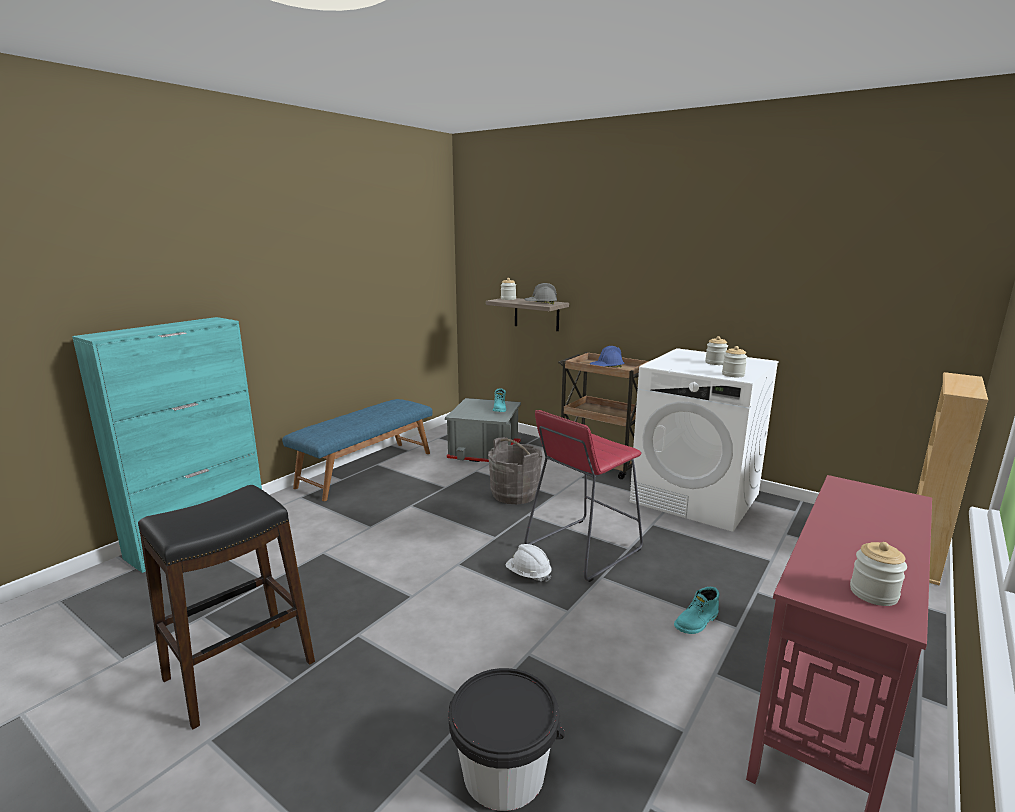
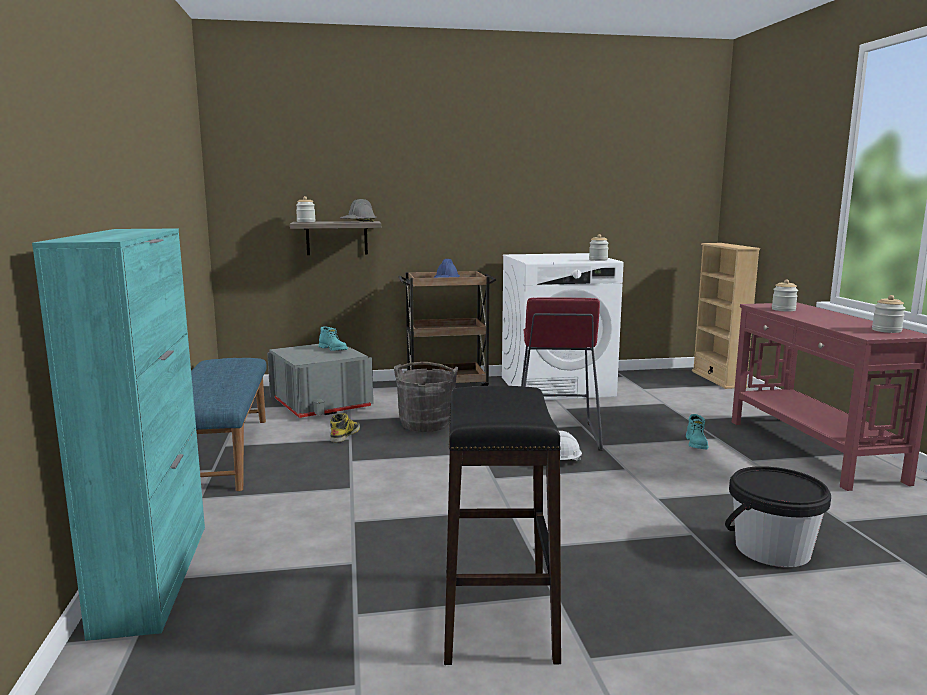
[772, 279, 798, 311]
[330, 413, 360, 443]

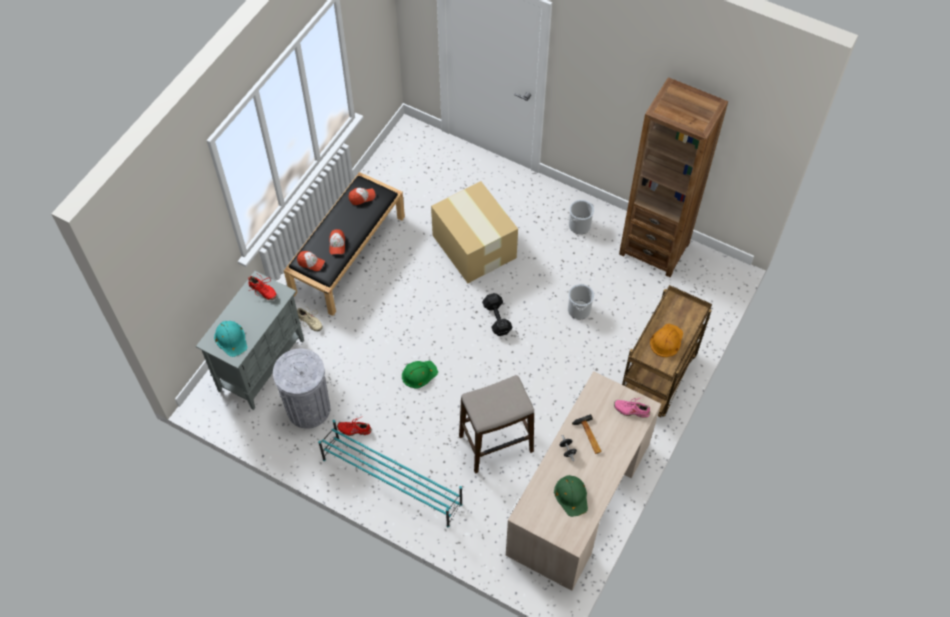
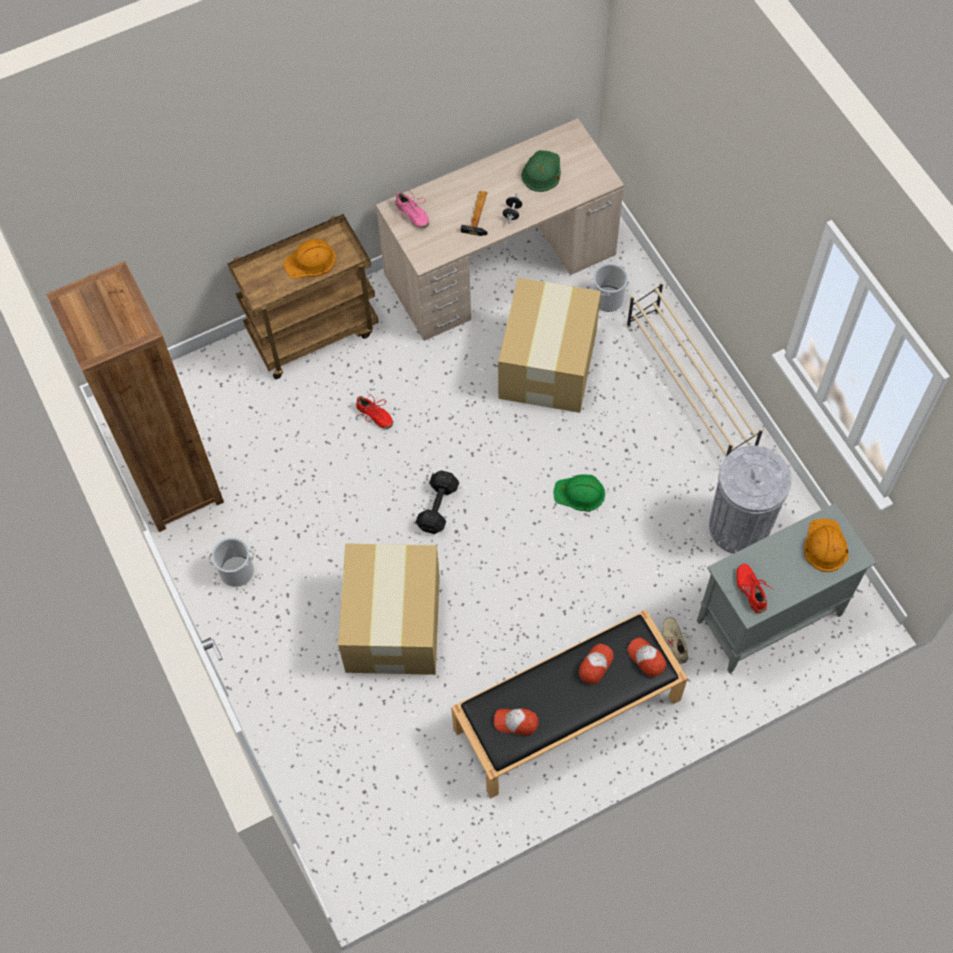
[804, 519, 849, 572]
[627, 281, 763, 457]
[356, 392, 393, 429]
[498, 278, 601, 413]
[593, 263, 628, 312]

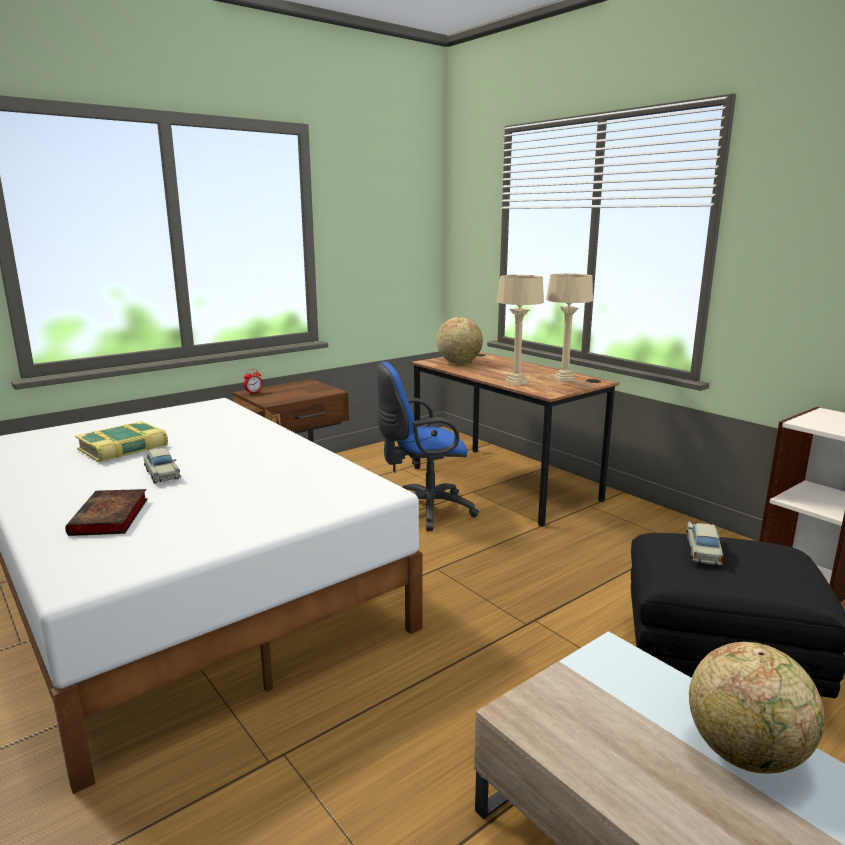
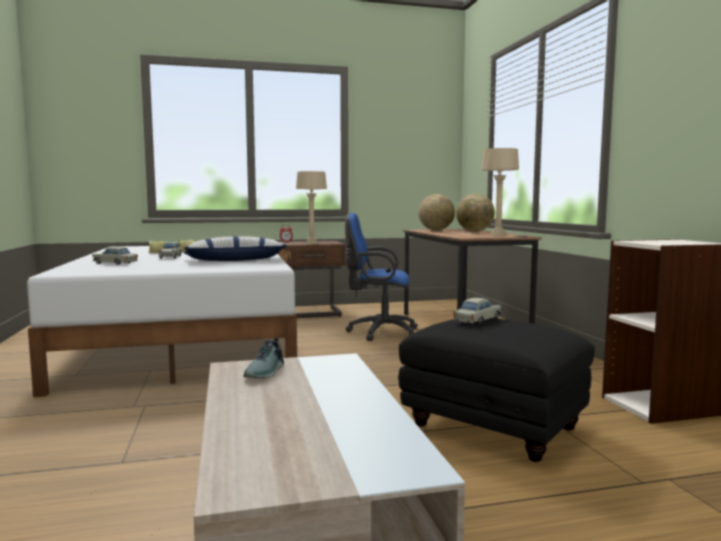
[92, 247, 138, 265]
[296, 171, 327, 244]
[456, 194, 495, 232]
[184, 236, 287, 261]
[243, 337, 284, 378]

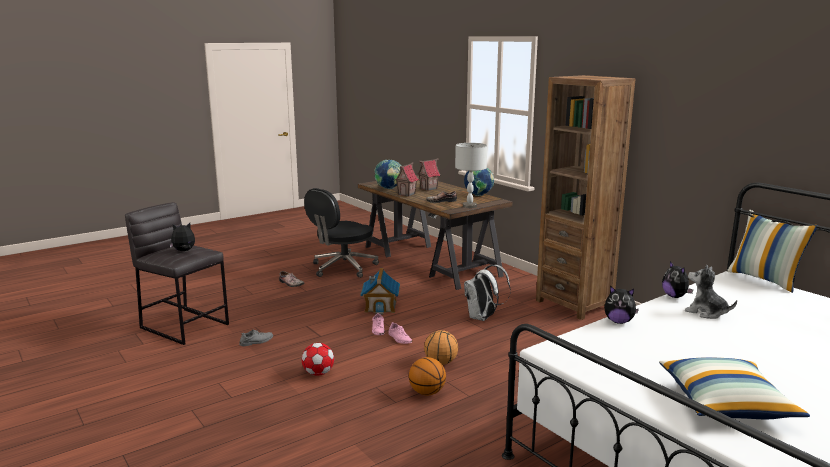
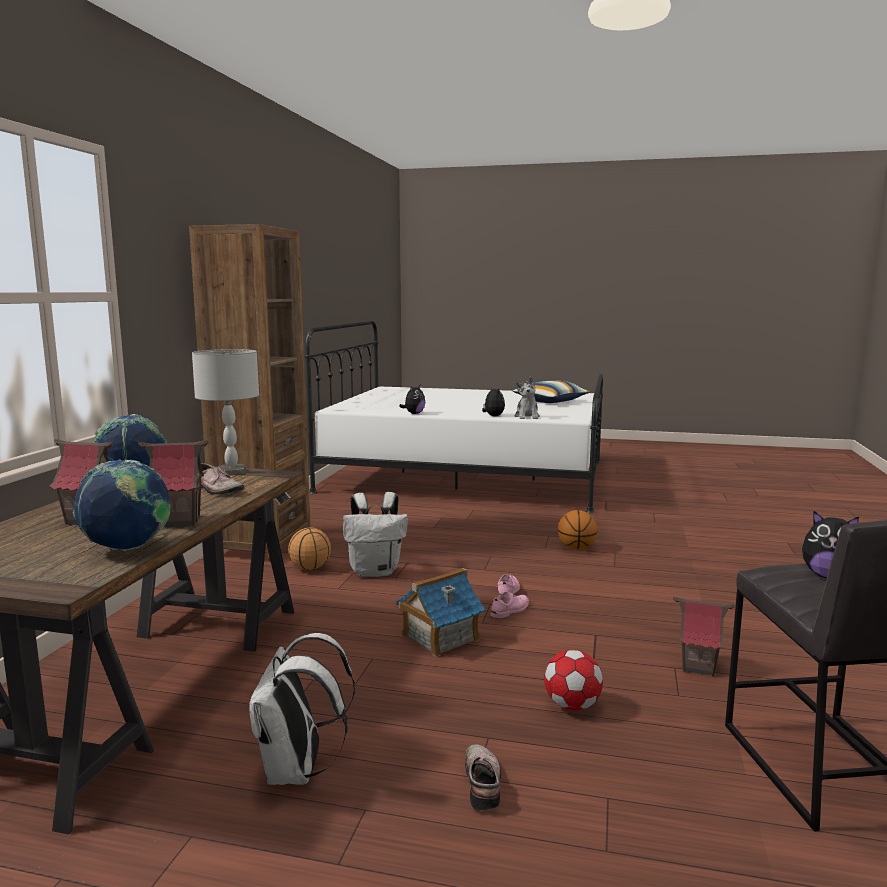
[673, 597, 735, 676]
[544, 650, 603, 711]
[249, 633, 355, 785]
[288, 527, 331, 570]
[514, 377, 540, 419]
[727, 210, 819, 293] (first image)

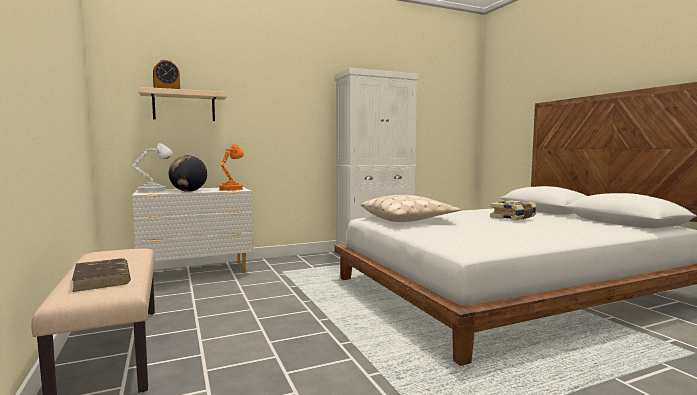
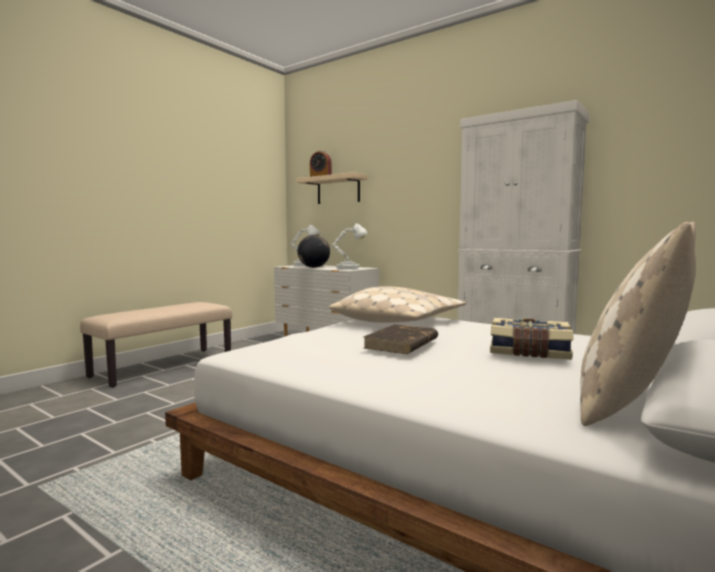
[363, 324, 438, 354]
[332, 224, 367, 270]
[580, 222, 696, 426]

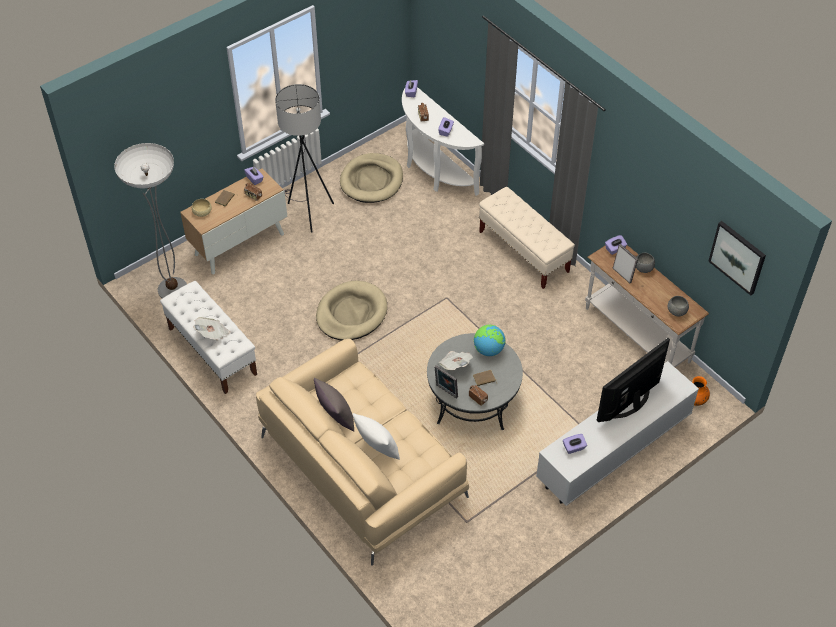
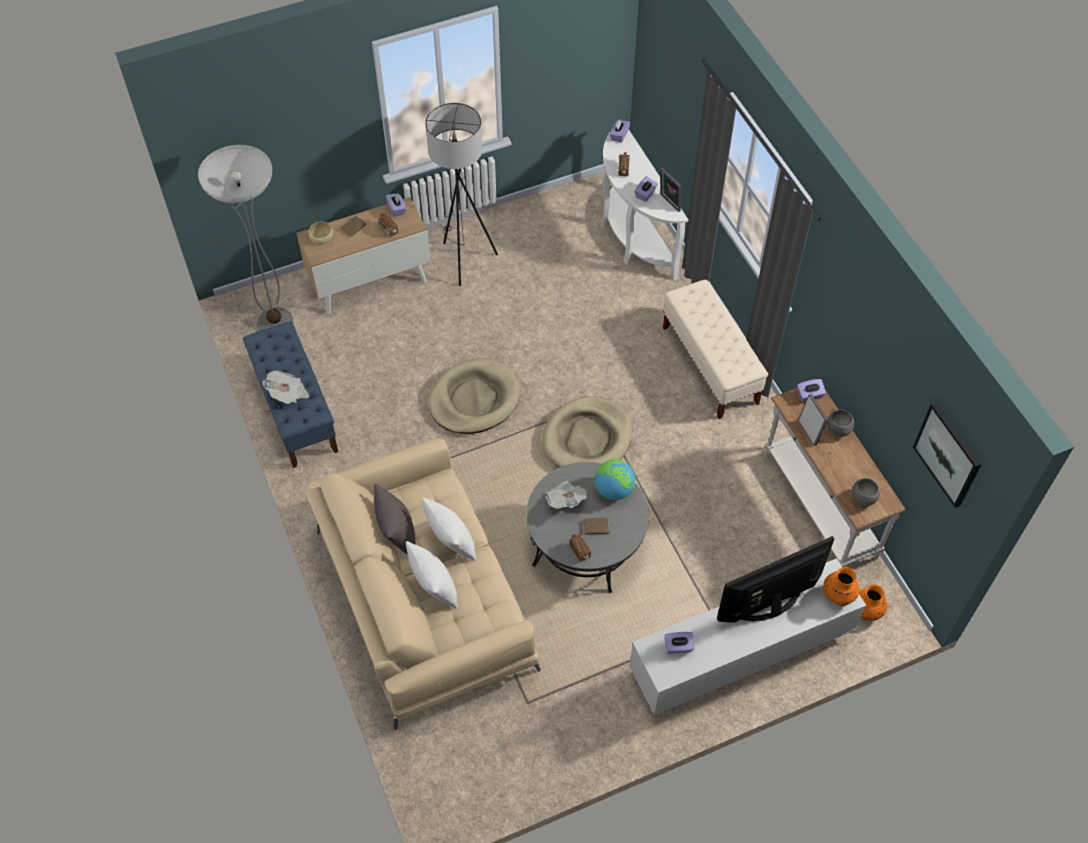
[243, 322, 338, 468]
[542, 396, 632, 468]
[660, 168, 681, 212]
[422, 498, 476, 561]
[823, 567, 859, 606]

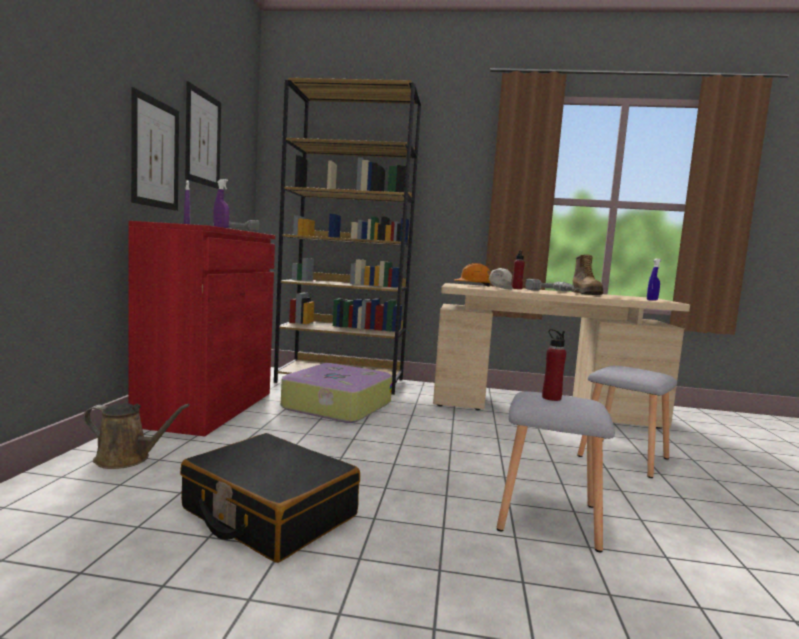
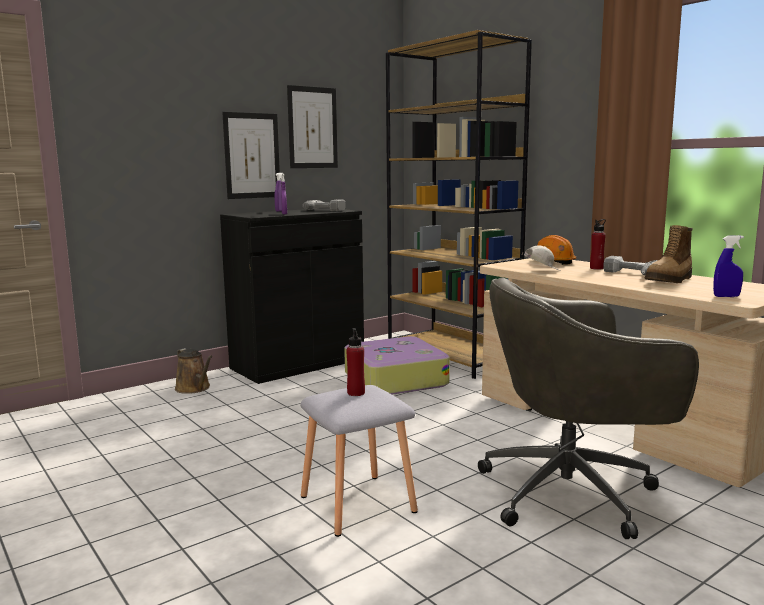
[220, 208, 364, 384]
[180, 433, 360, 563] (first image)
[478, 278, 699, 539]

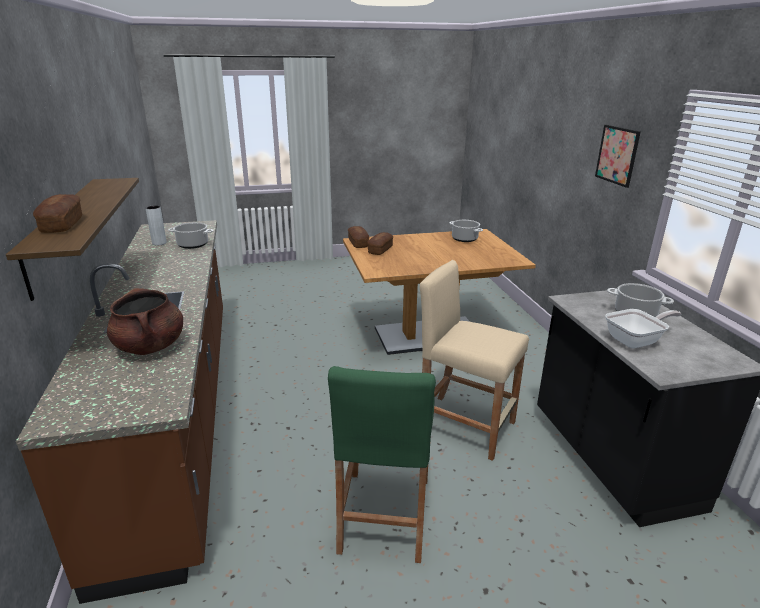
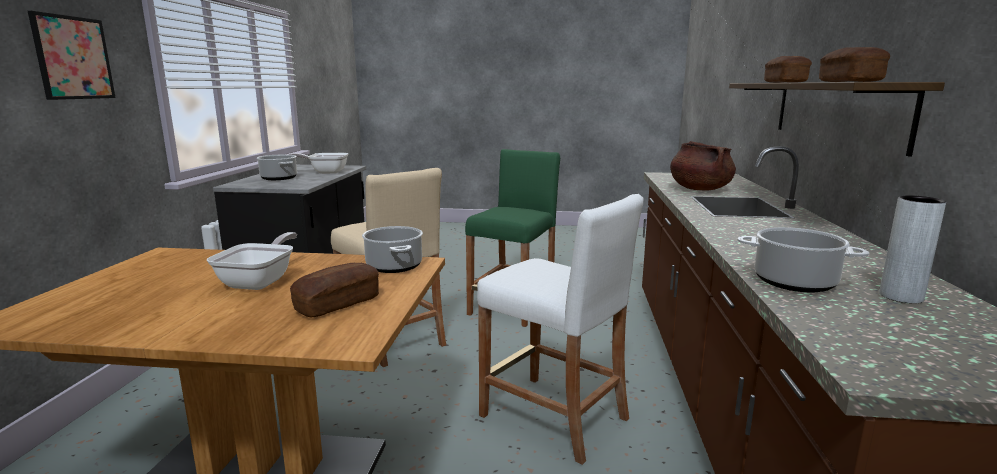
[819, 47, 890, 82]
[362, 226, 423, 273]
[207, 232, 297, 290]
[477, 194, 643, 465]

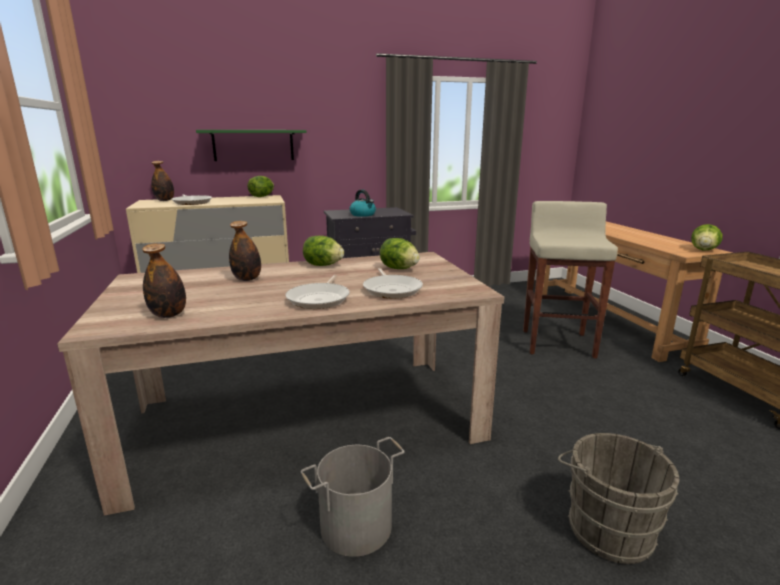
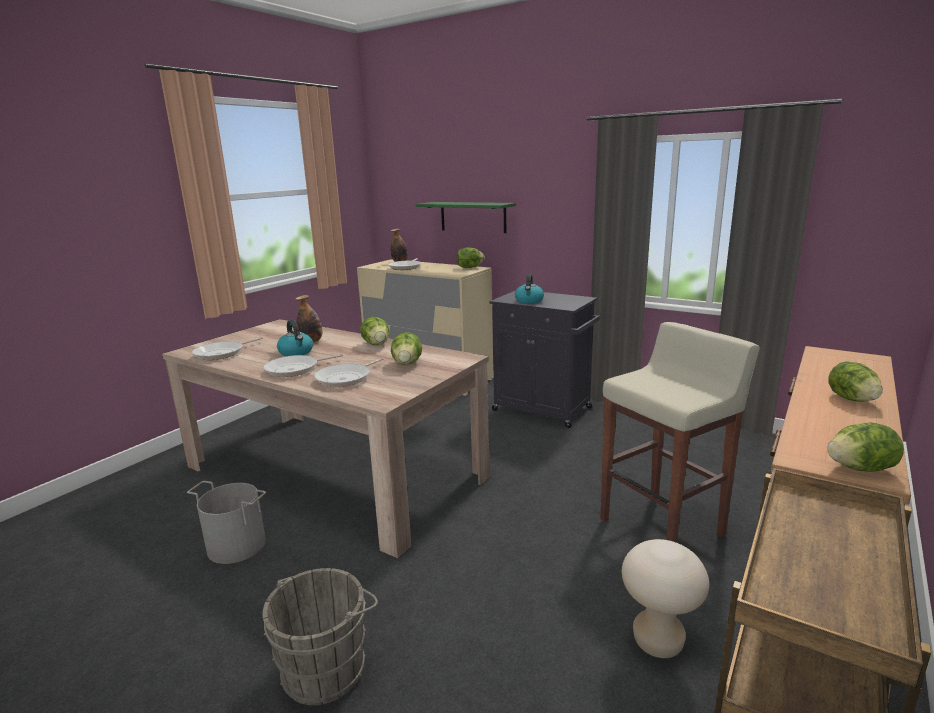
[192, 337, 263, 360]
[277, 320, 313, 356]
[622, 539, 709, 658]
[828, 361, 883, 402]

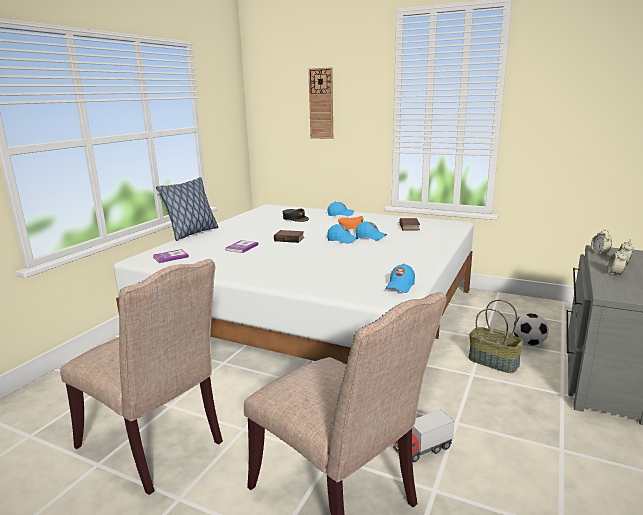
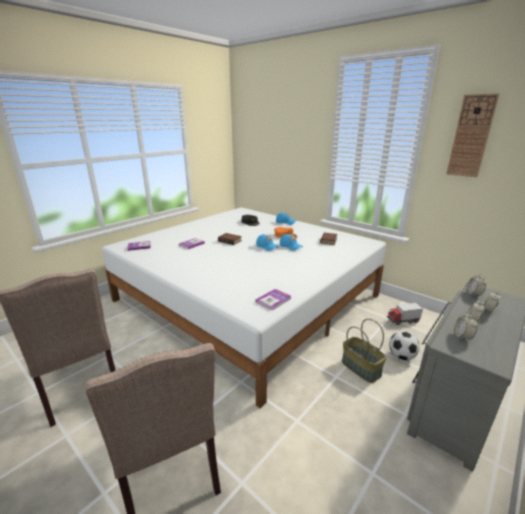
[156, 177, 219, 241] (first image)
[447, 94, 499, 177]
[256, 289, 291, 310]
[387, 303, 423, 325]
[455, 312, 478, 340]

